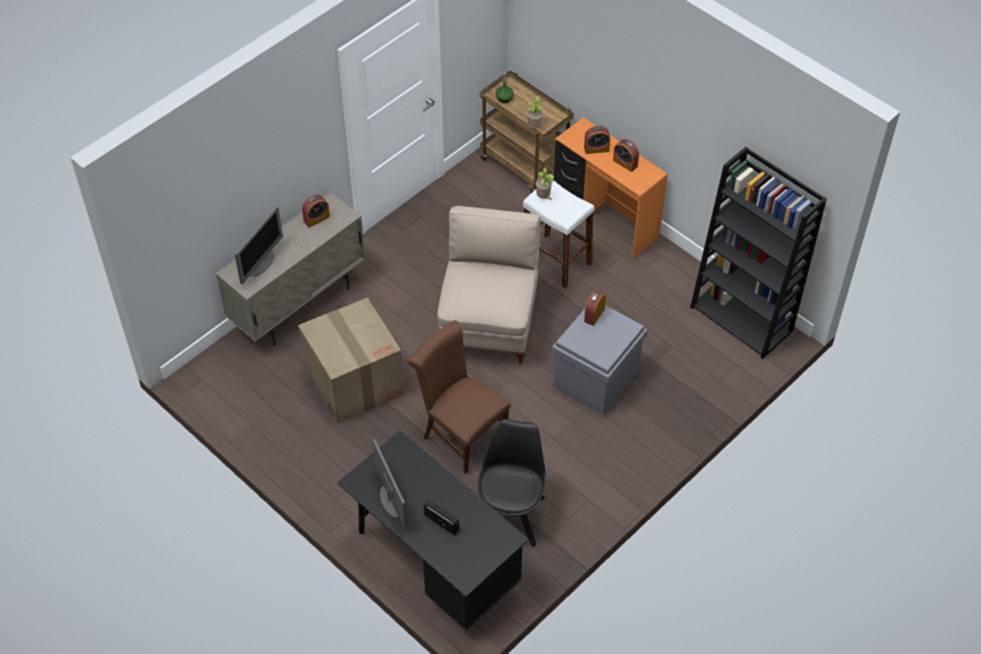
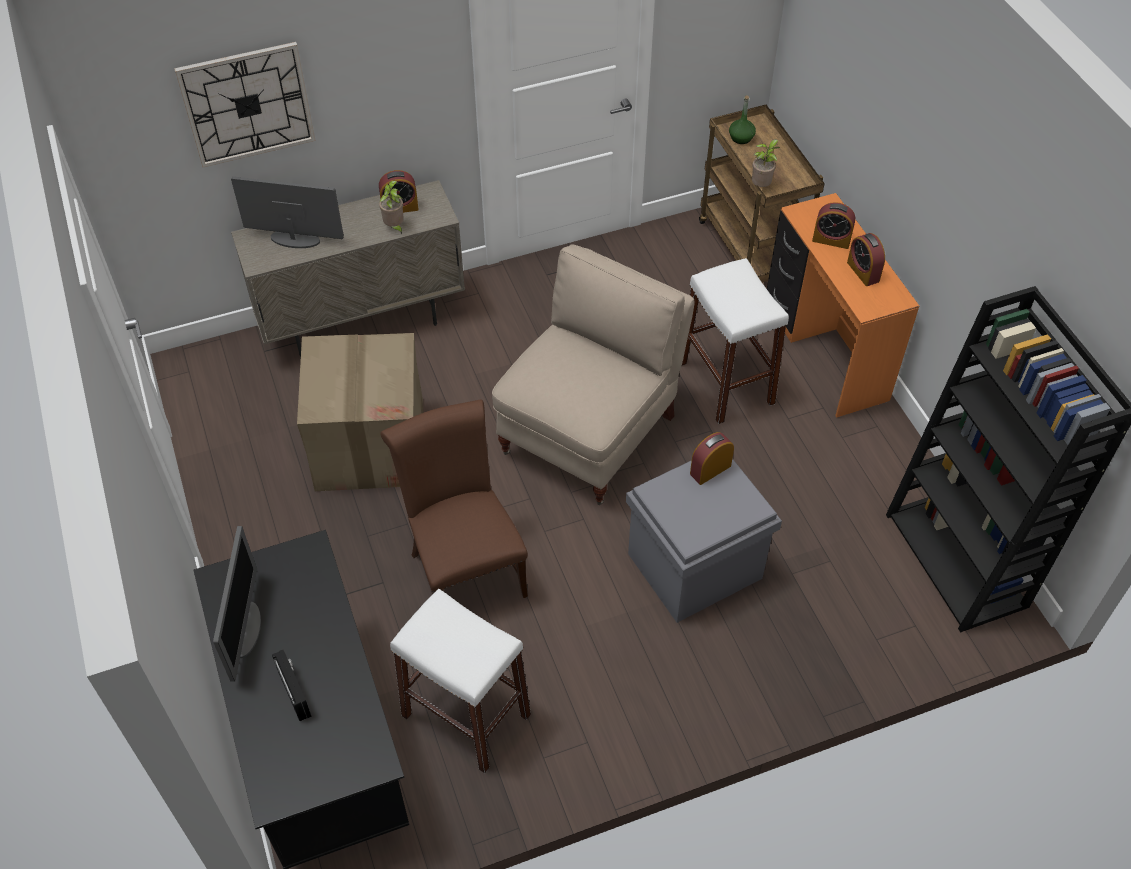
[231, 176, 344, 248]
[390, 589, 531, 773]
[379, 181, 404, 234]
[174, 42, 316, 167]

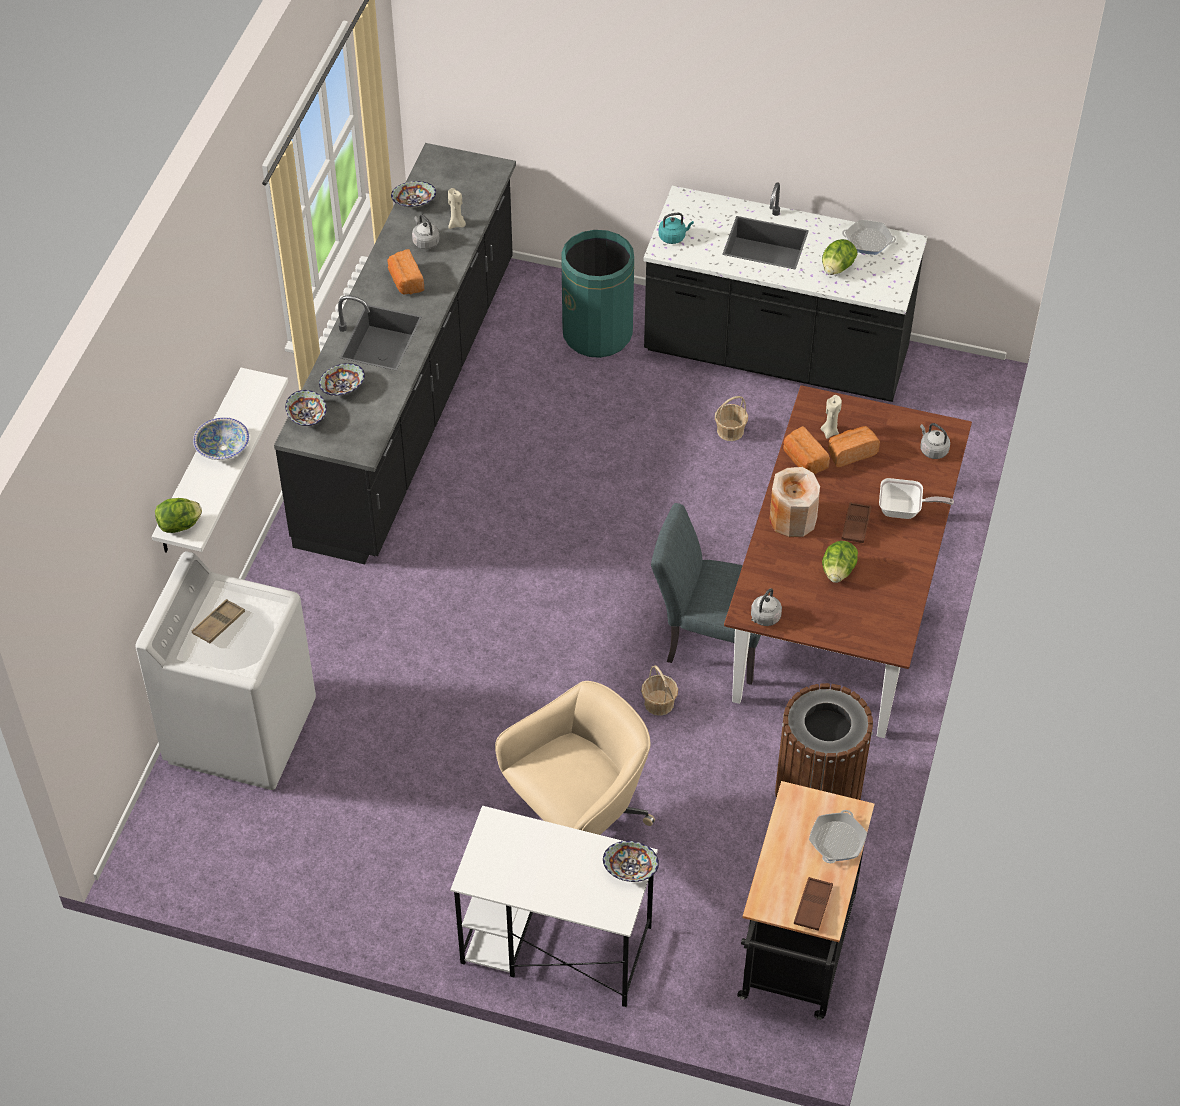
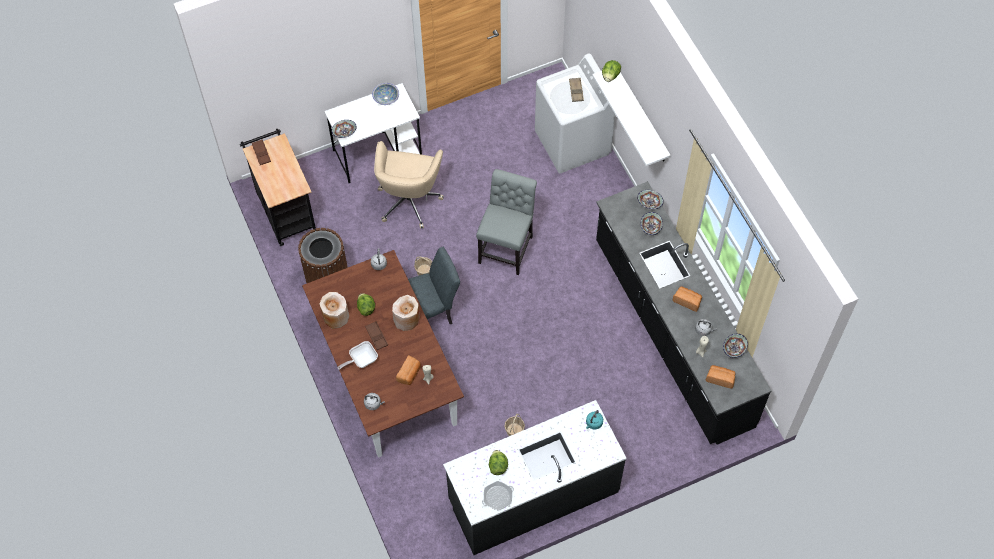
[372, 83, 399, 105]
[561, 230, 634, 358] (first image)
[706, 365, 736, 389]
[809, 810, 867, 863] (first image)
[320, 292, 349, 329]
[476, 169, 537, 275]

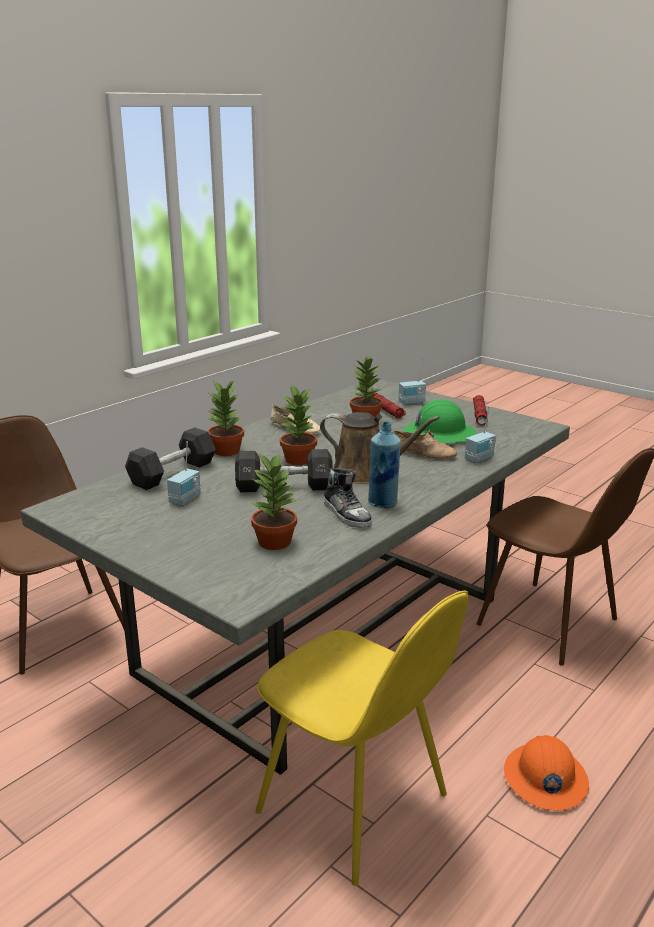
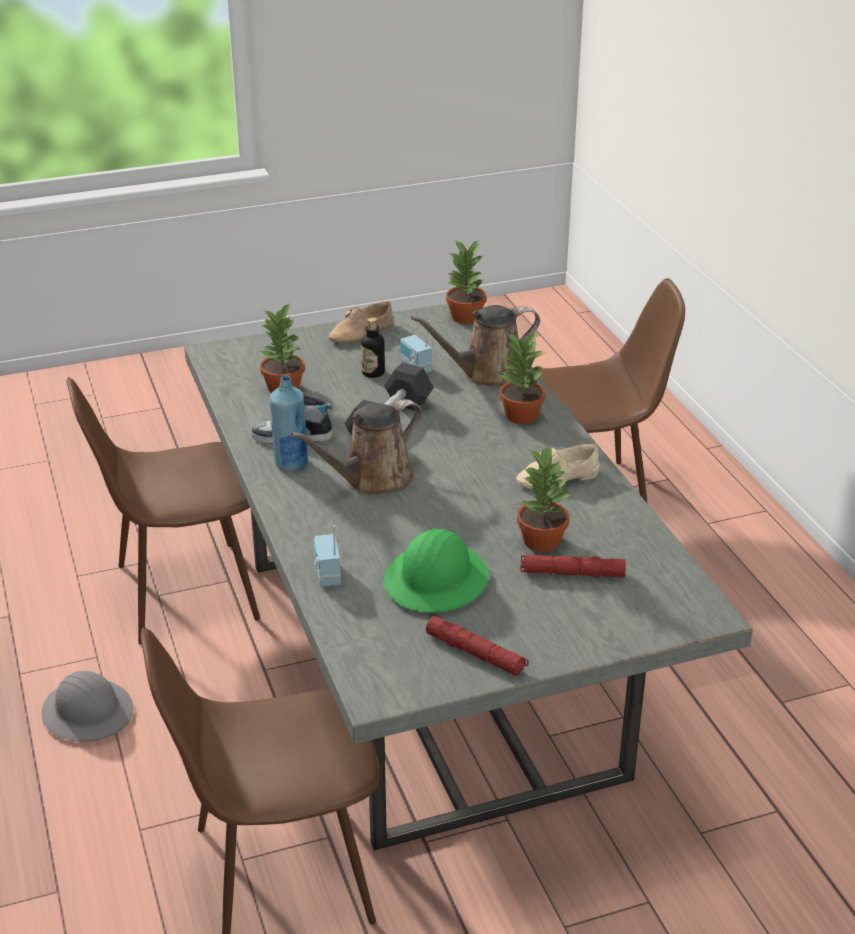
[411, 305, 540, 386]
[66, 377, 260, 645]
[446, 239, 487, 324]
[329, 301, 394, 344]
[398, 359, 426, 405] (first image)
[41, 671, 134, 742]
[361, 318, 385, 378]

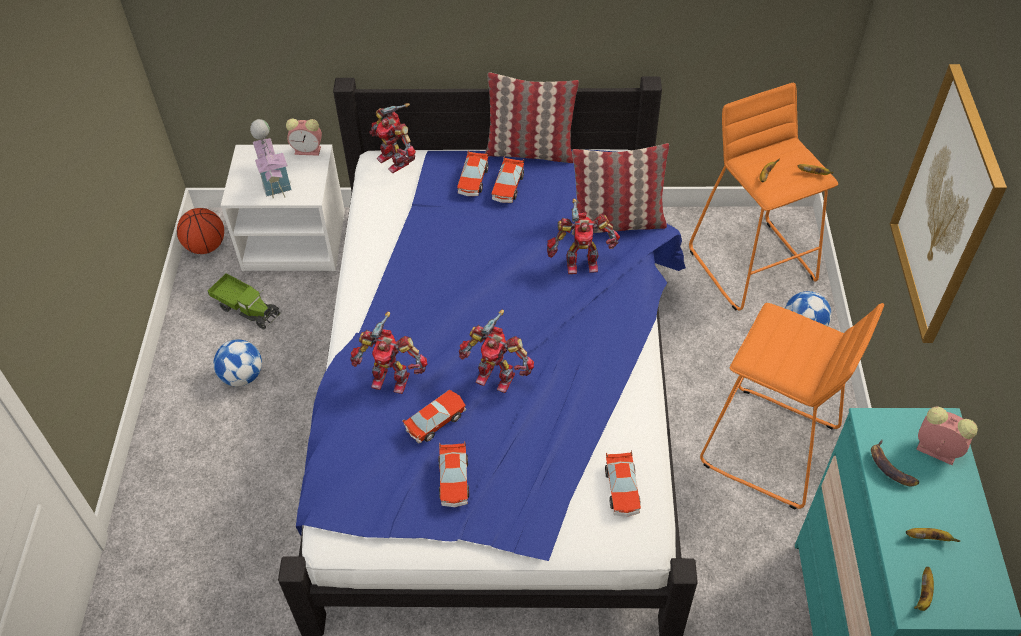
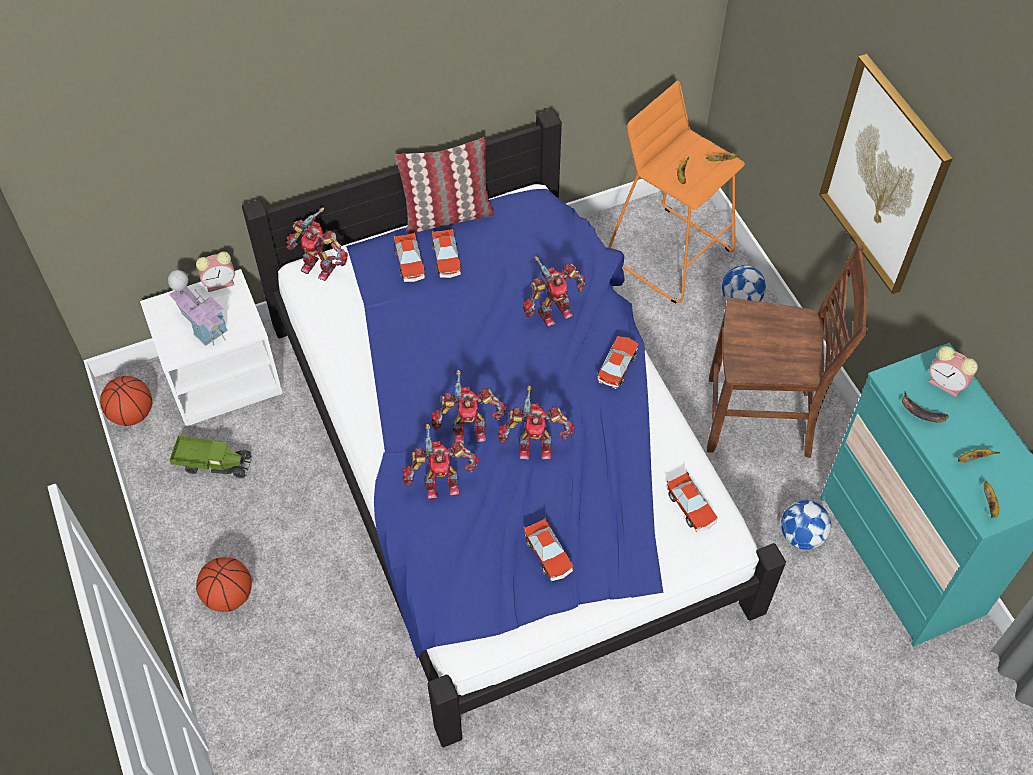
[781, 500, 831, 550]
[597, 336, 639, 389]
[572, 143, 669, 235] (first image)
[707, 244, 868, 458]
[928, 346, 978, 397]
[196, 557, 252, 612]
[432, 370, 507, 444]

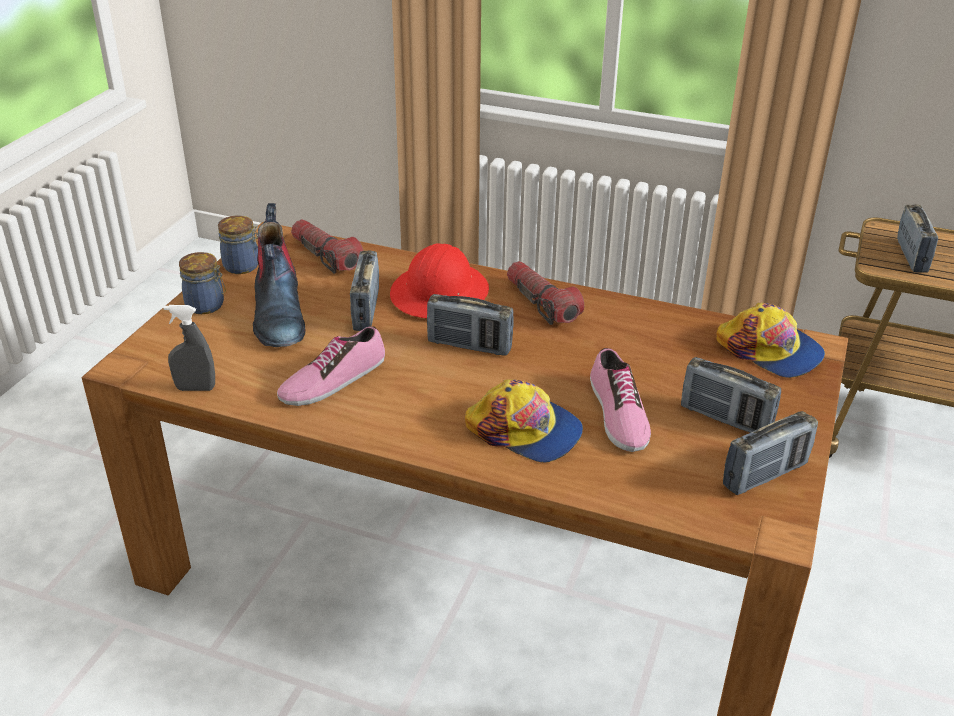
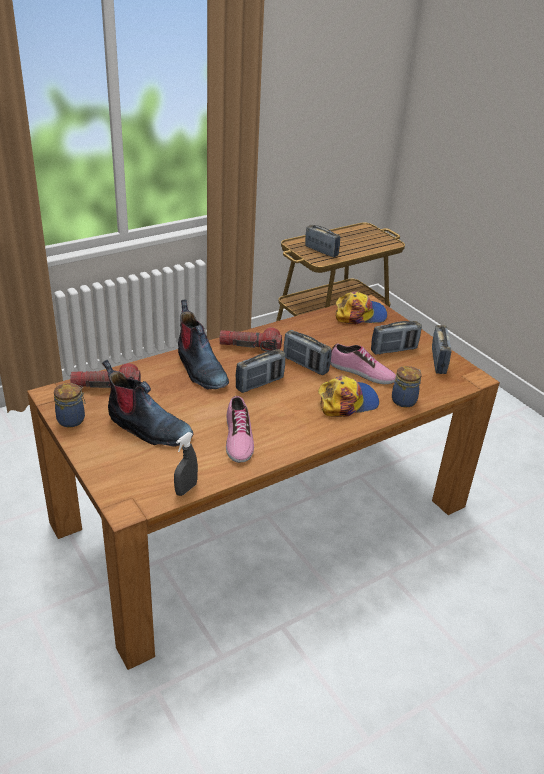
[392, 366, 421, 407]
[283, 330, 332, 375]
[178, 300, 229, 390]

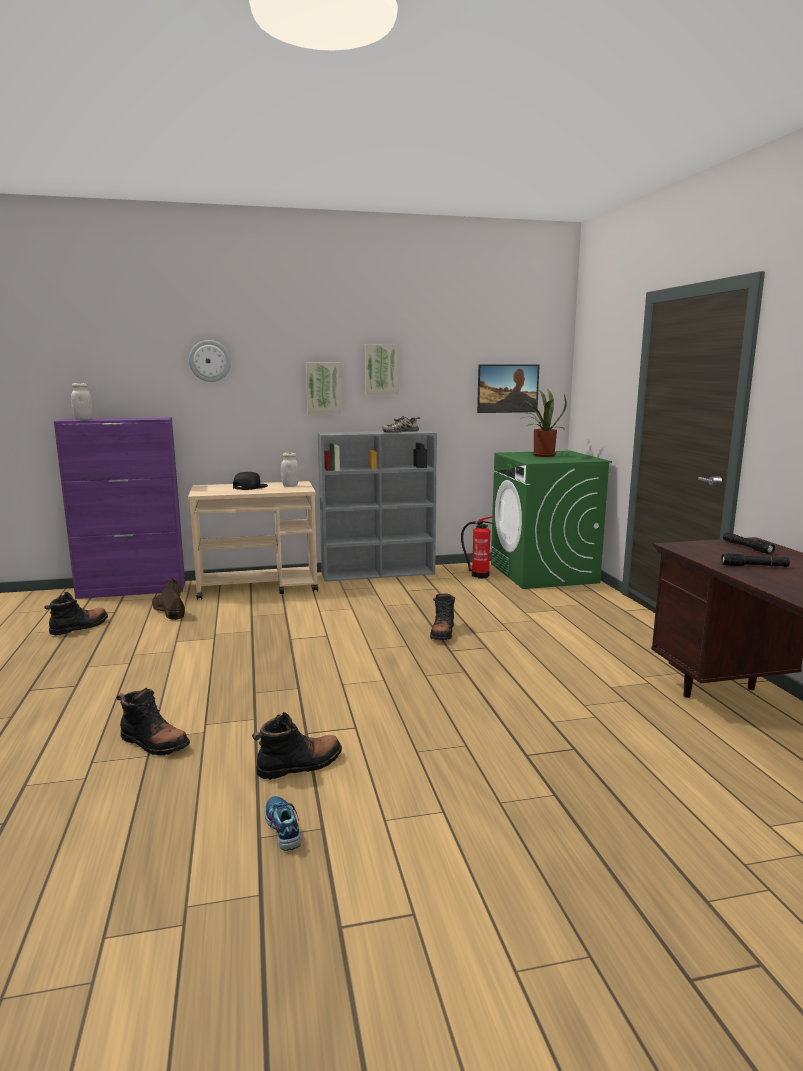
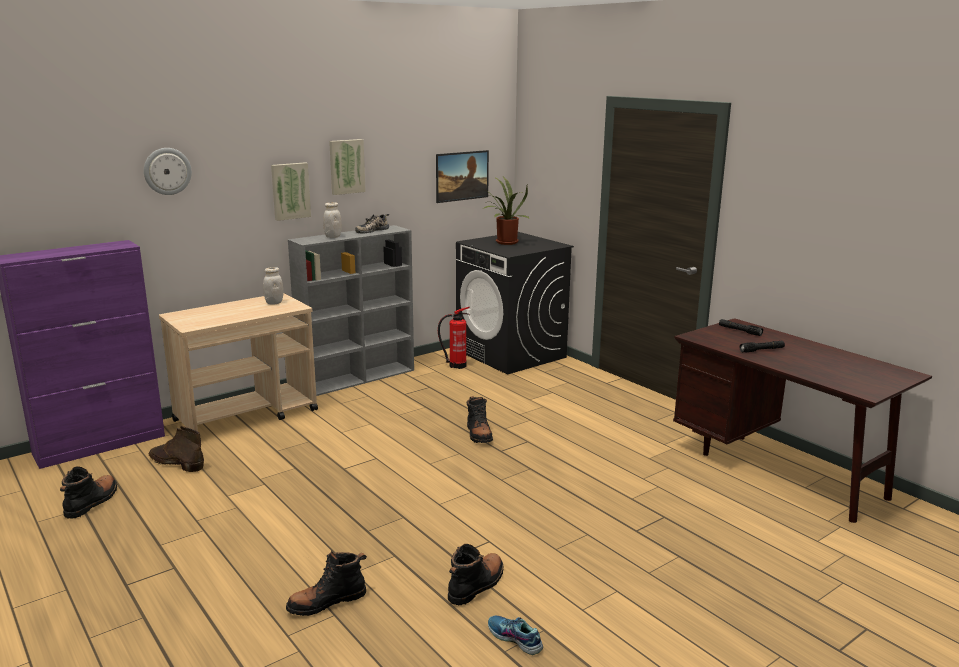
[323, 202, 342, 238]
[286, 550, 367, 616]
[233, 472, 268, 490] (first image)
[456, 232, 574, 374]

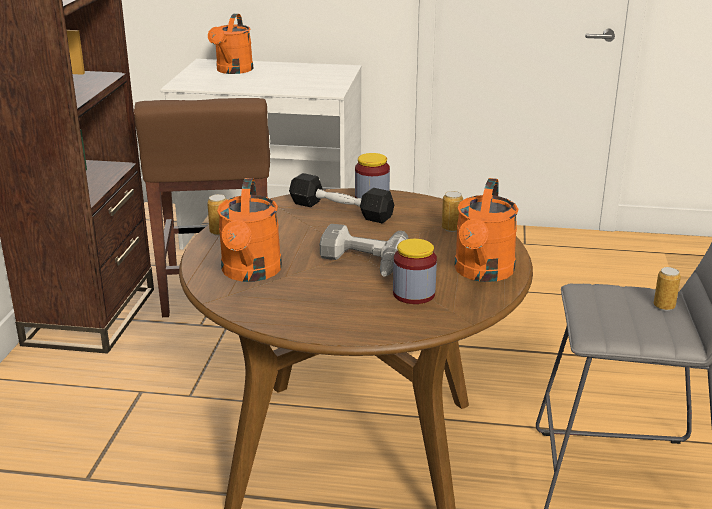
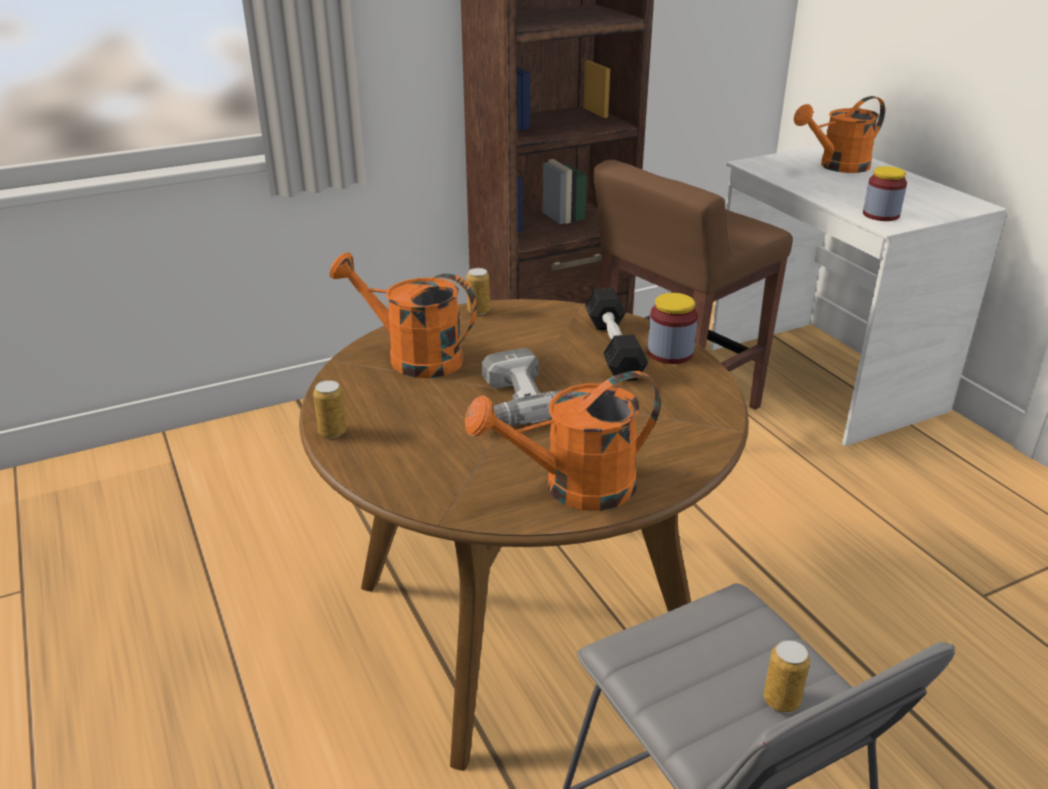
[329, 252, 477, 378]
[863, 166, 907, 221]
[313, 380, 347, 438]

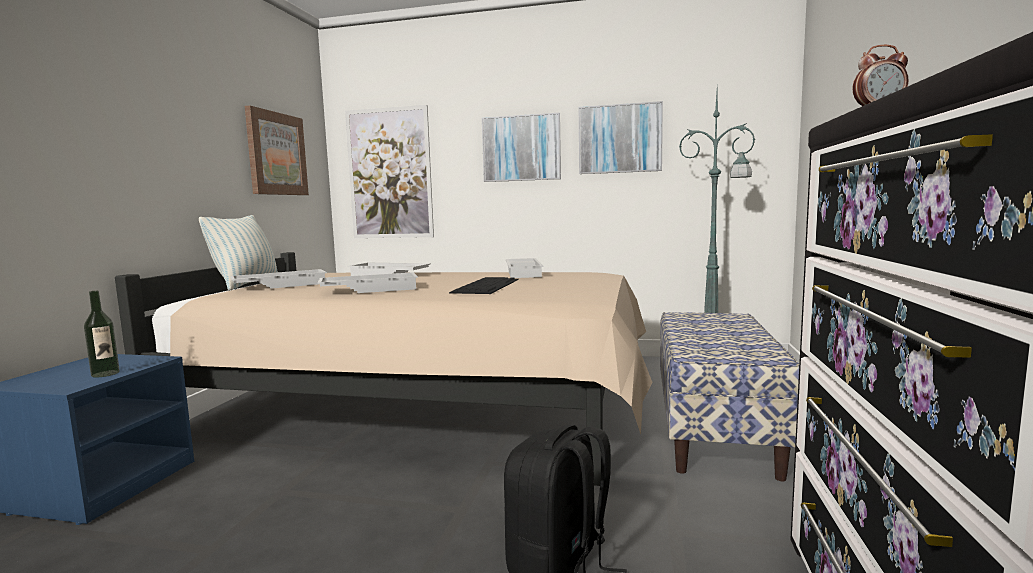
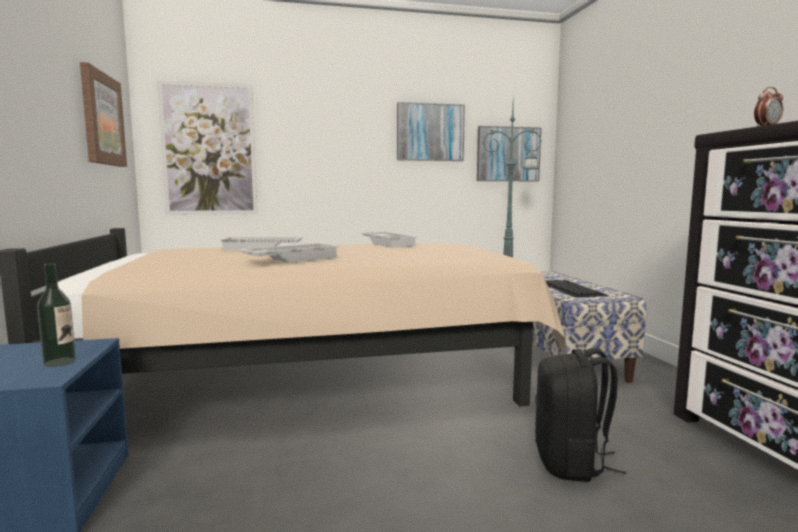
[199, 215, 278, 291] (first image)
[230, 269, 327, 289] (first image)
[545, 280, 608, 297]
[477, 126, 541, 181]

